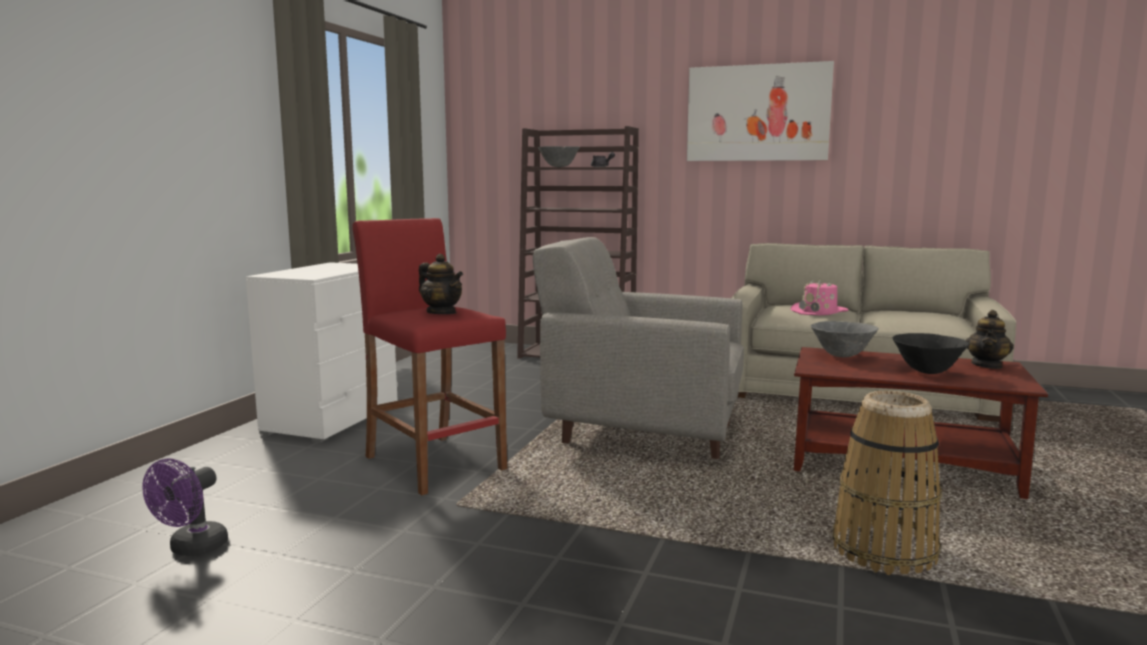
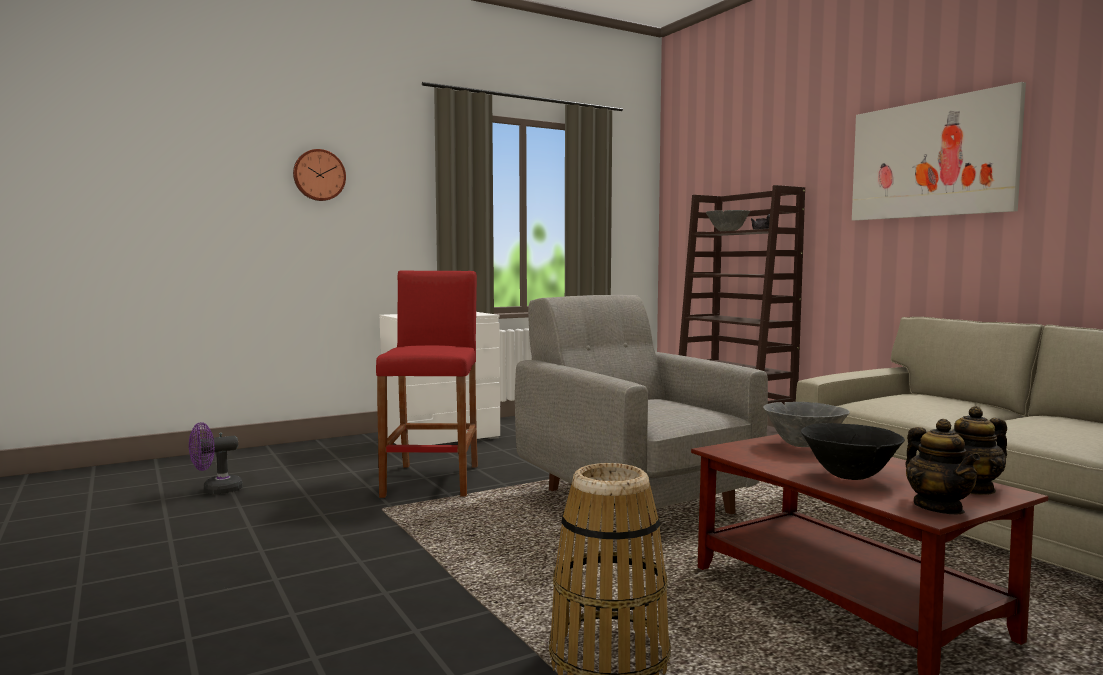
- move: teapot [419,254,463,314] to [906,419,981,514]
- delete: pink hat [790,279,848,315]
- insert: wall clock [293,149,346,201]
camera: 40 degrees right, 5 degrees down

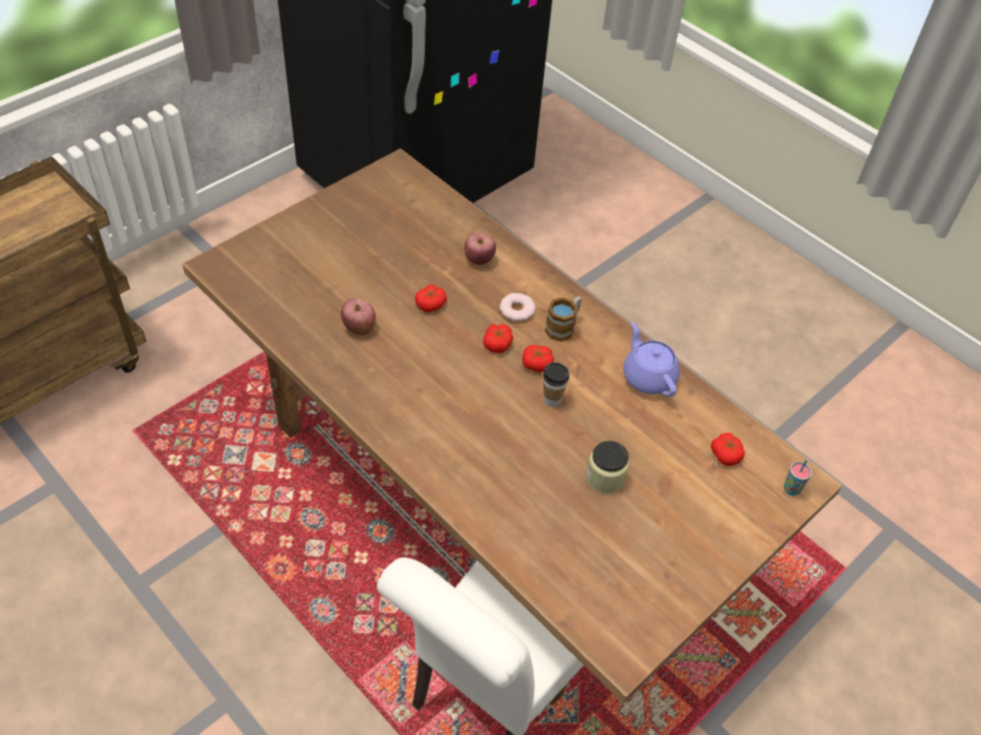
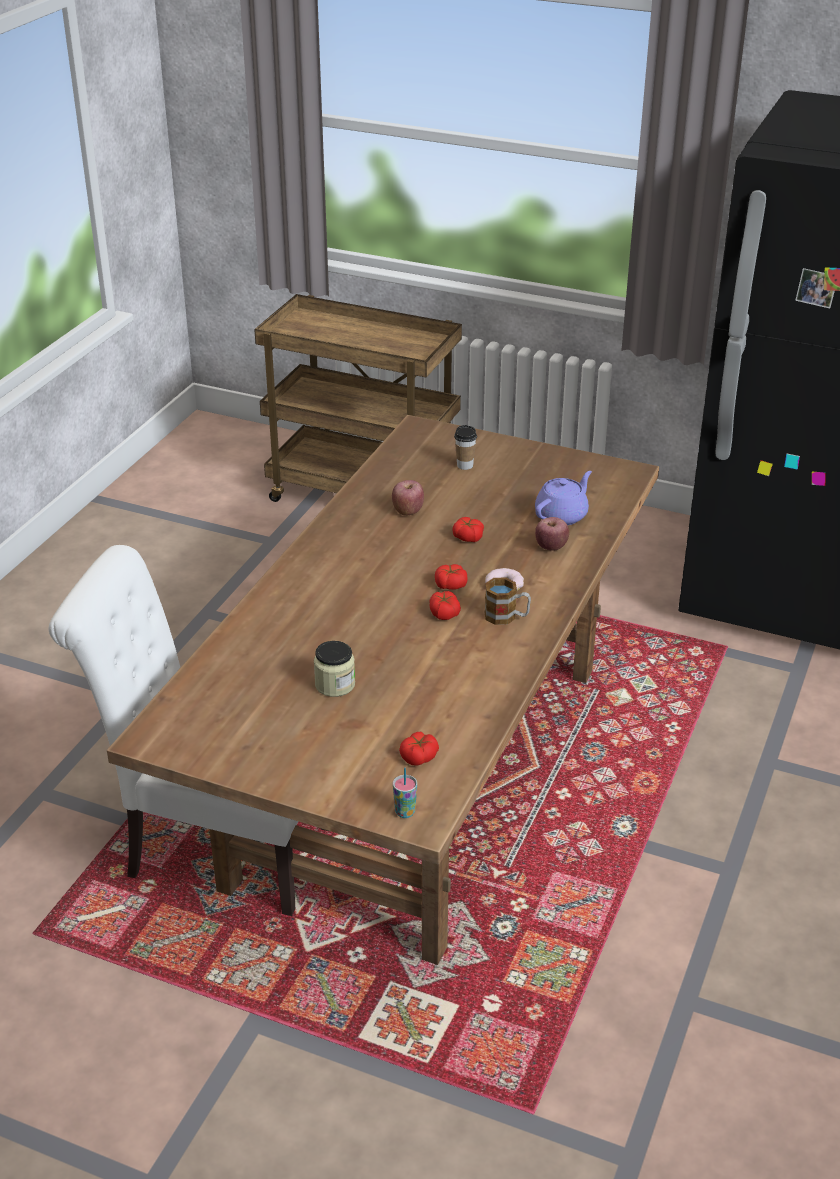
- move: purple teapot [623,322,680,397] to [535,471,592,525]
- move: cup [543,362,569,407] to [454,425,477,470]
camera: 70 degrees right, 15 degrees down

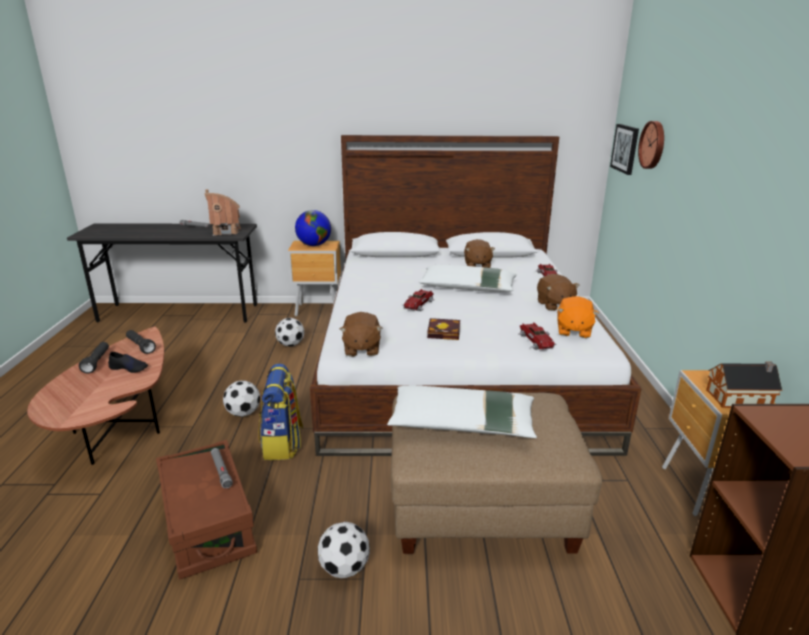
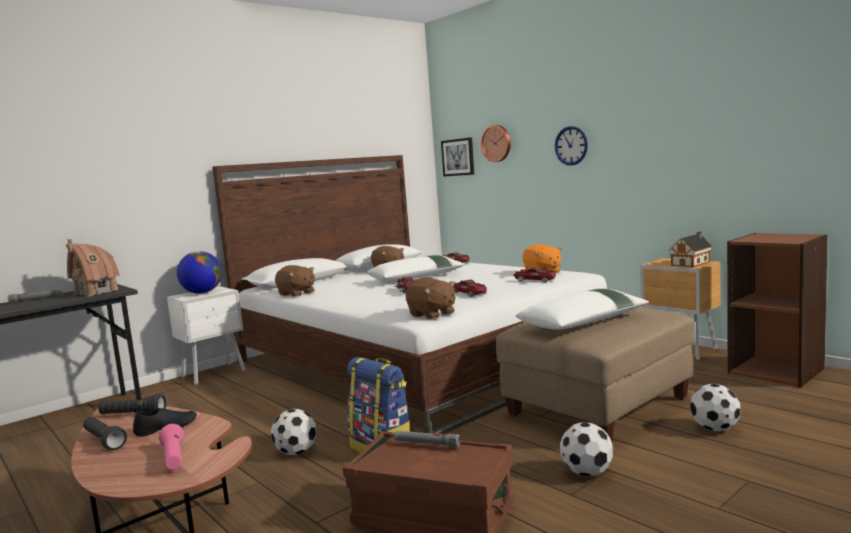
- recolor: brown nightstand [288,241,341,316] to white nightstand [167,287,246,385]
- move: brown plush toy [537,274,580,311] to [275,265,315,297]
- move: football [275,318,304,347] to [690,384,740,431]
- replace: book [427,318,460,340] to toy car [453,279,488,297]
- insert: wall clock [555,126,588,166]
- insert: pink flashlight [159,424,184,470]
camera: 40 degrees left, 15 degrees down

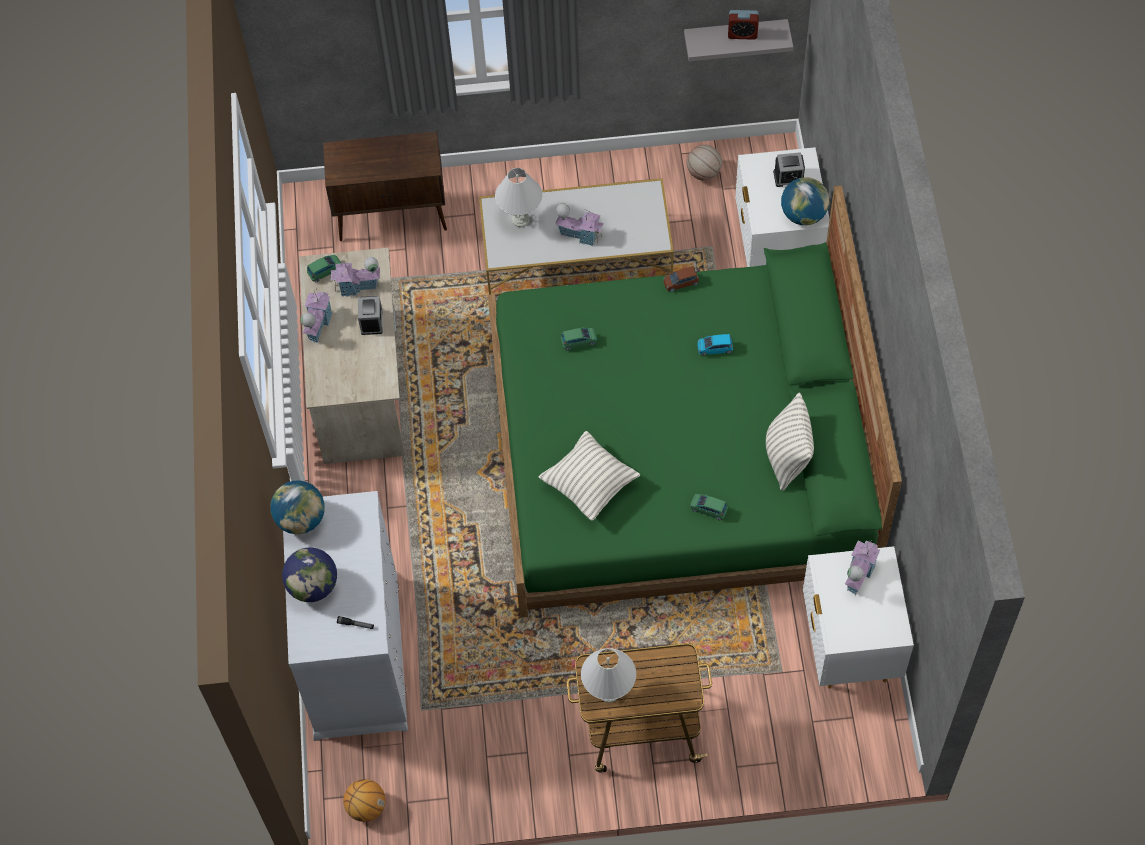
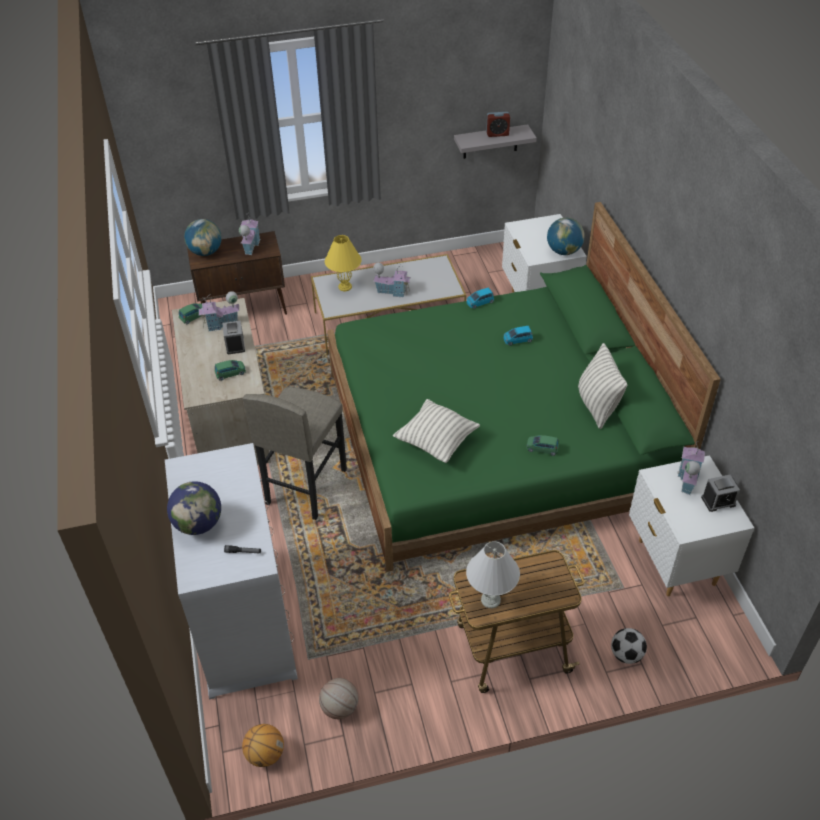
- move: basketball [687,145,722,181] to [319,678,359,719]
- move: alarm clock [773,152,805,187] to [701,475,740,512]
- recolor: white table lamp [495,168,542,227] to yellow table lamp [325,235,362,291]
- recolor: brown toy car [664,266,699,292] to blue toy car [467,287,494,309]
- move: toy house [301,288,333,343] to [239,213,260,255]
- move: green toy car [561,327,597,350] to [215,360,246,381]
- move: globe [270,480,325,534] to [184,219,221,256]
- insert: grey stool [243,387,347,520]
- insert: football [611,628,647,664]
camera: 10 degrees left, 15 degrees down

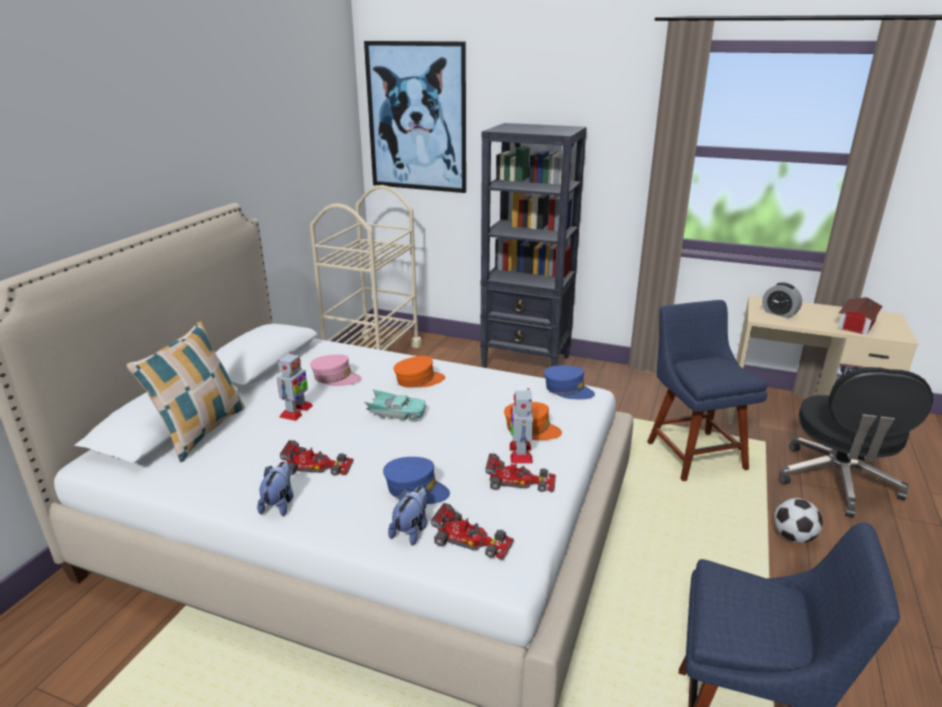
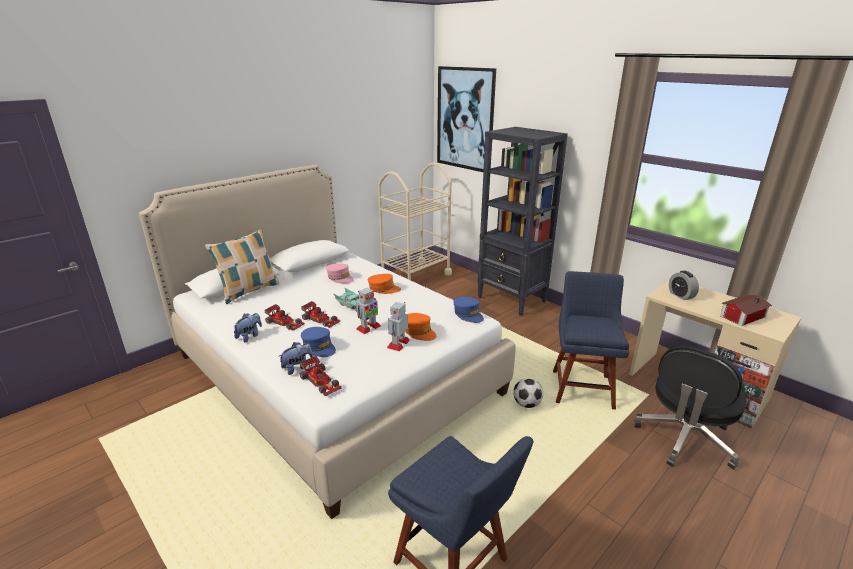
- move: toy robot [277,351,313,421] to [356,287,381,334]
- move: toy car [486,453,556,492] to [301,301,340,328]
- move: football [774,498,823,543] to [513,378,543,408]
camera: 25 degrees right, 0 degrees up

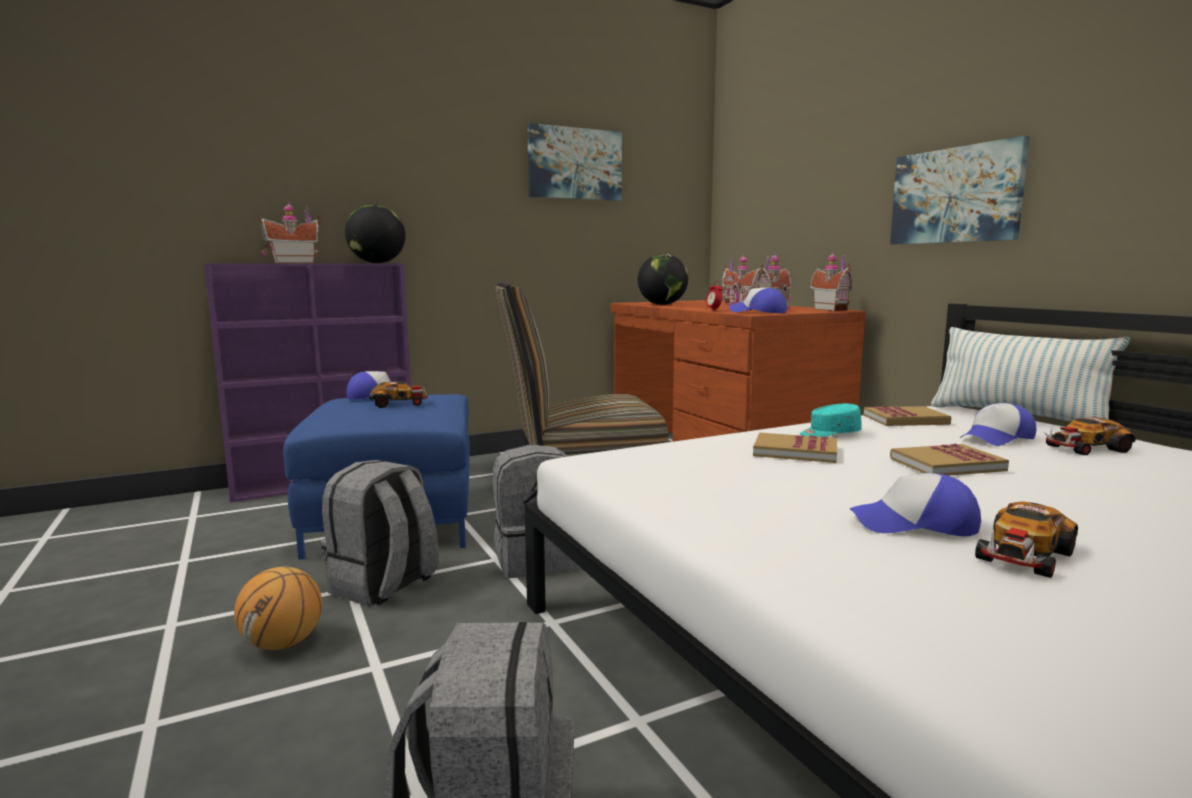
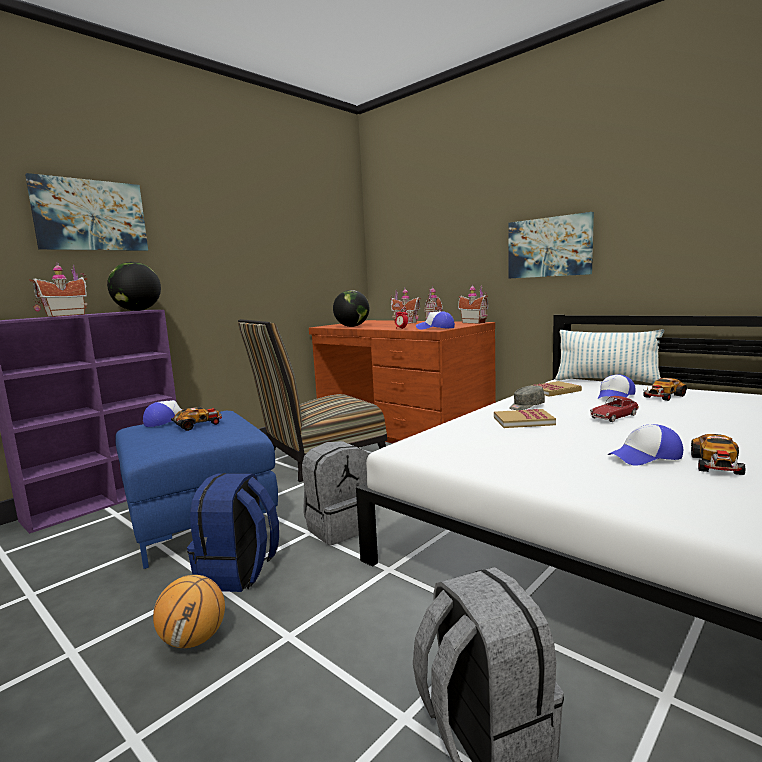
- move: picture [527,123,622,201] to [25,173,148,251]
- recolor: turquoise cap [800,404,862,437] to grey cap [509,385,545,410]
- replace: book [890,444,1009,476] to toy car [590,396,639,422]
- recolor: grey backpack [321,460,439,607] to blue backpack [187,473,279,592]
camera: 20 degrees left, 0 degrees up

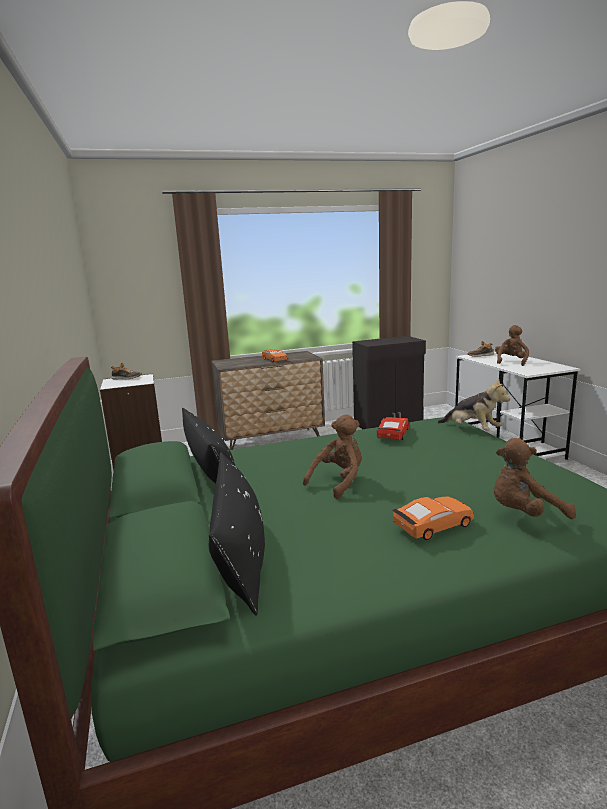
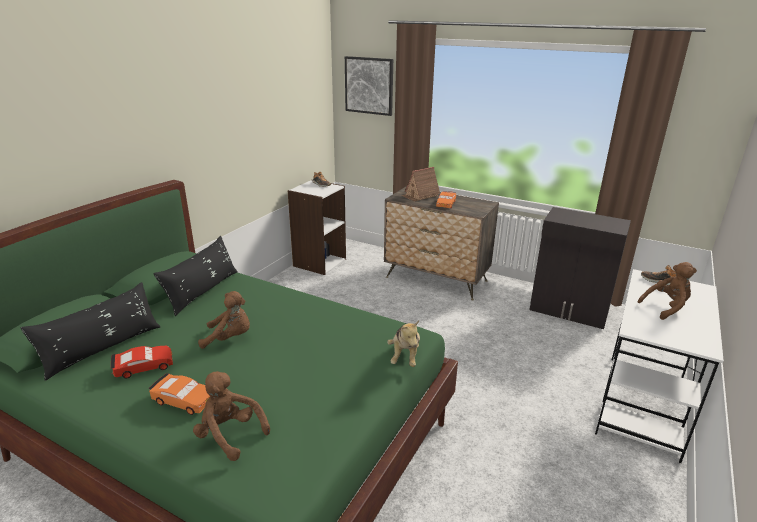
- move: red toy car [377,417,409,440] to [111,346,173,378]
- insert: picture [345,56,393,116]
- insert: toy house [401,167,440,202]
camera: 45 degrees right, 10 degrees up

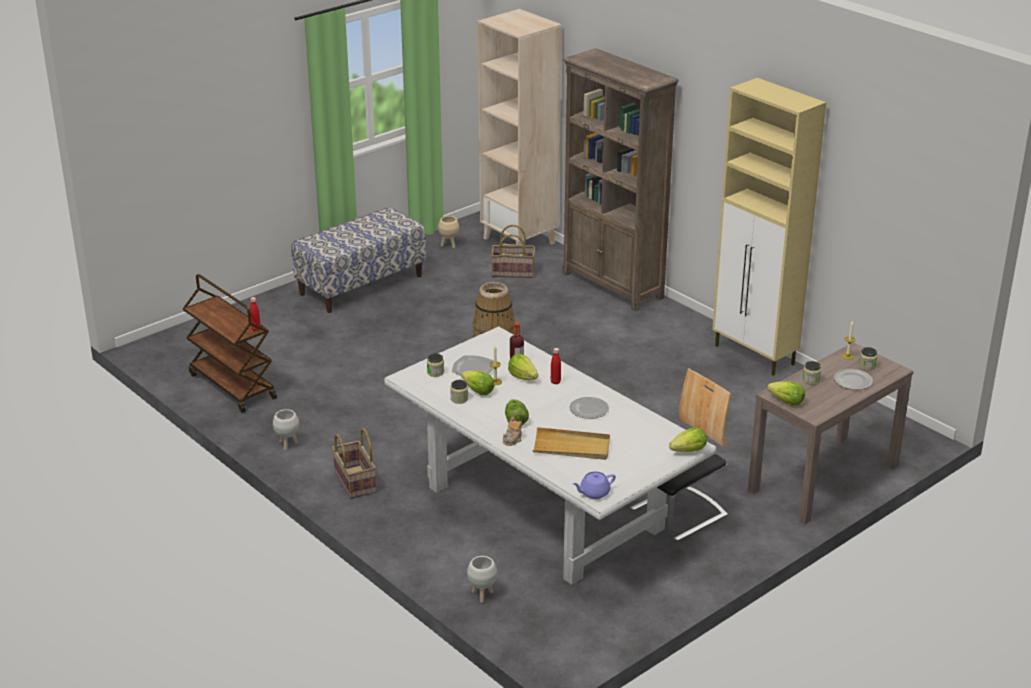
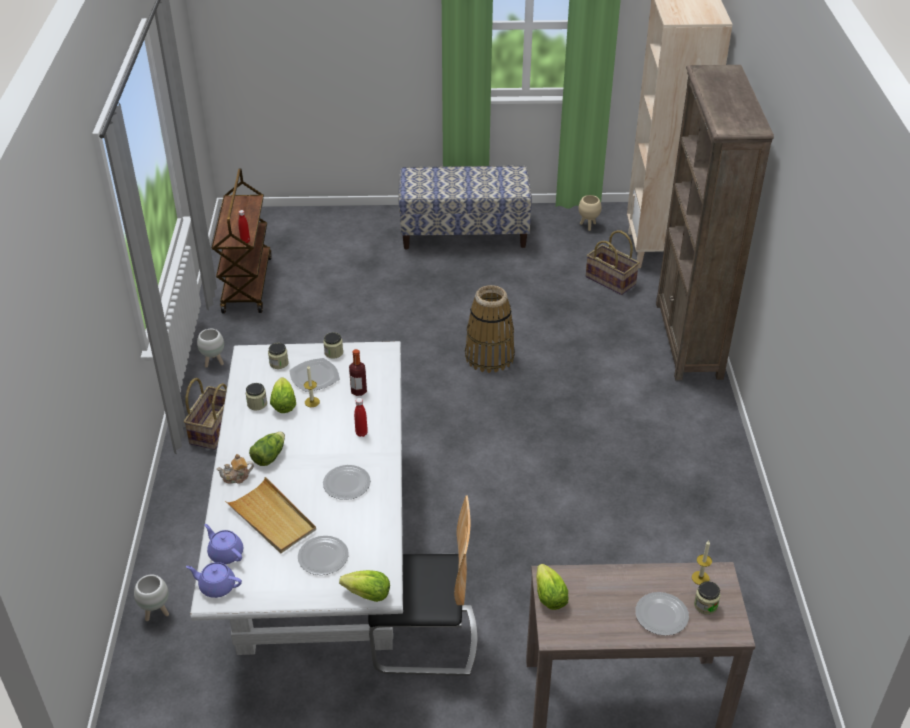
- delete: beige cabinet [712,78,826,376]
- delete: lettuce [508,354,538,380]
- move: jar [802,361,821,385] to [323,332,343,359]
- insert: purple teapot [205,524,243,564]
- insert: plate [298,536,349,575]
camera: 40 degrees right, 10 degrees up

